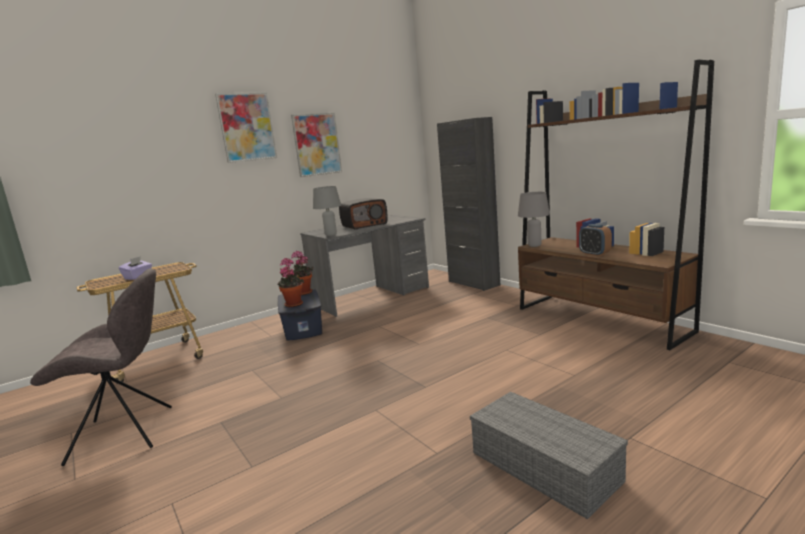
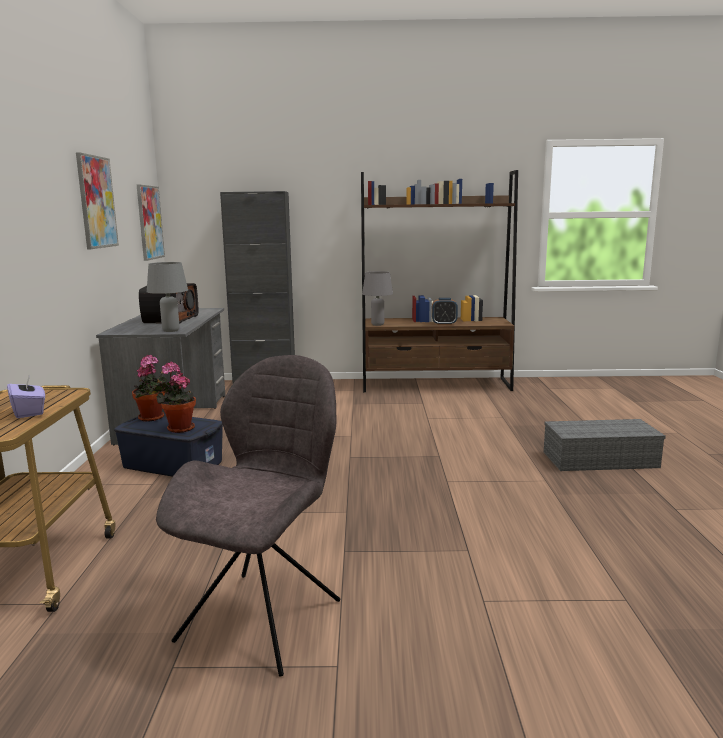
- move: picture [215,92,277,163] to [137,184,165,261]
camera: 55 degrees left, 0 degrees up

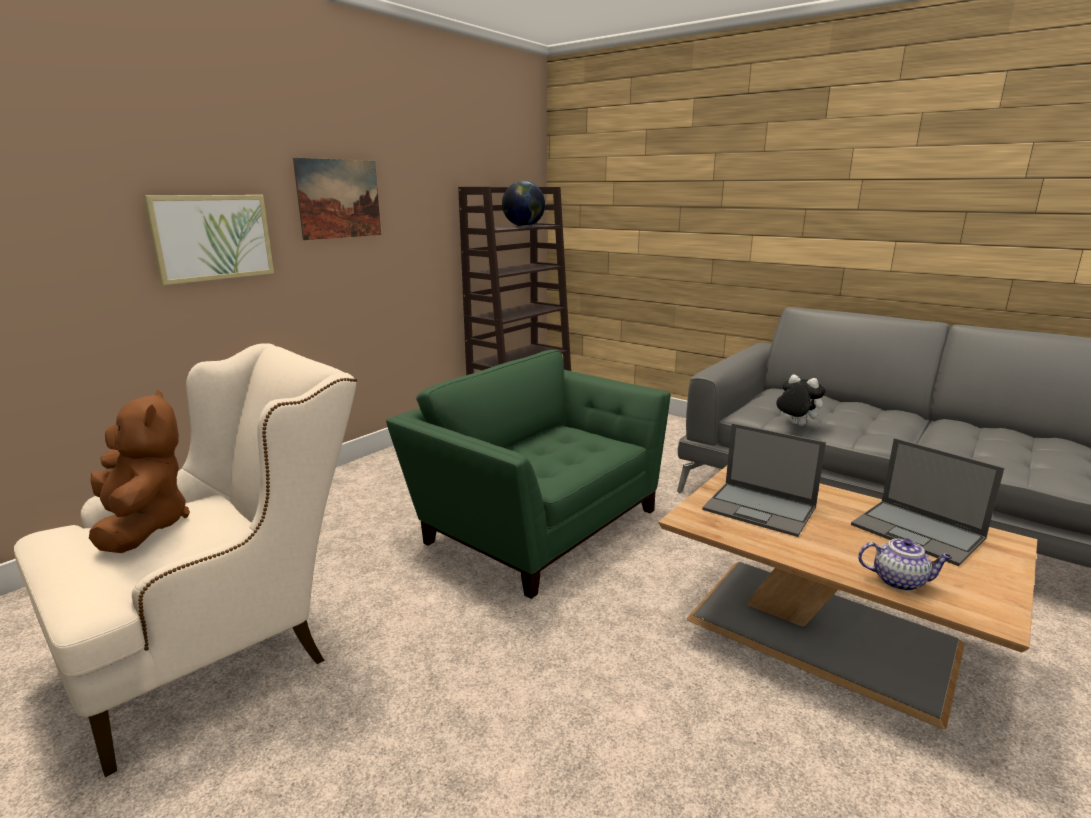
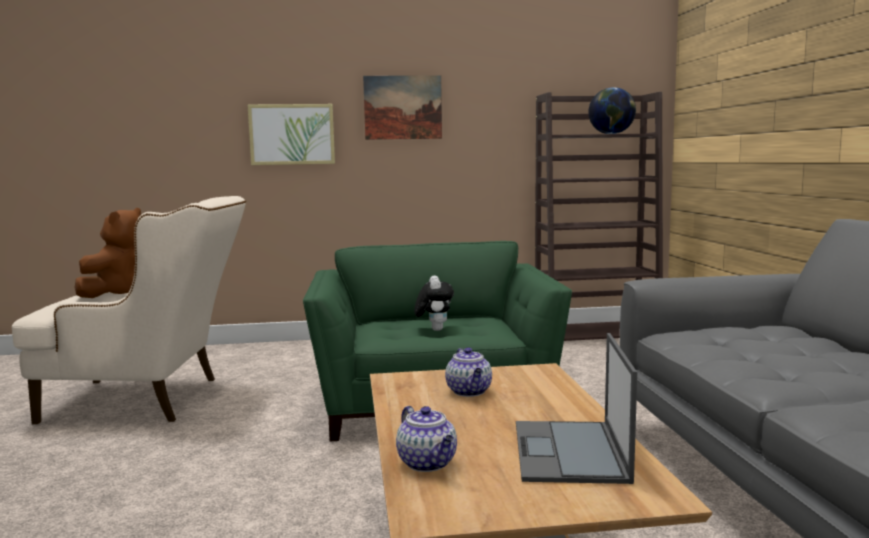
- move: plush toy [775,374,826,426] to [414,275,454,331]
- replace: laptop [702,423,826,537] to teapot [445,347,492,397]
camera: 45 degrees right, 10 degrees down

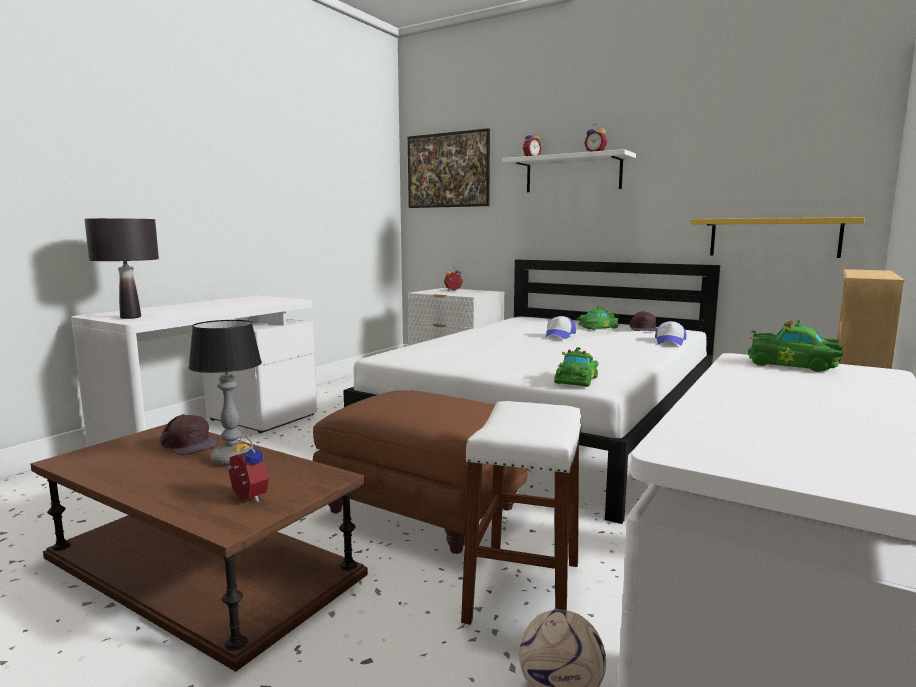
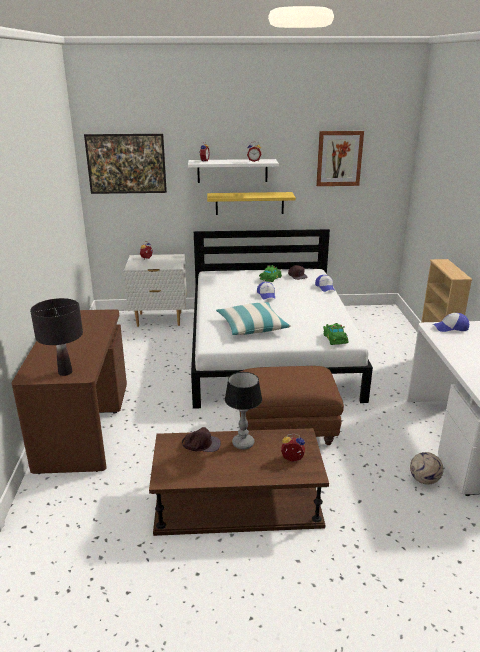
- move: yellow shelf [691,217,865,258] to [207,192,296,215]
- recolor: white desk [71,296,317,447] to brown desk [12,309,127,474]
- replace: green toy car [748,320,843,372] to cap [433,313,469,332]
- delete: white stool [461,401,582,625]
- insert: picture [316,131,364,186]
- insert: pillow [216,302,291,335]
camera: 35 degrees left, 15 degrees up

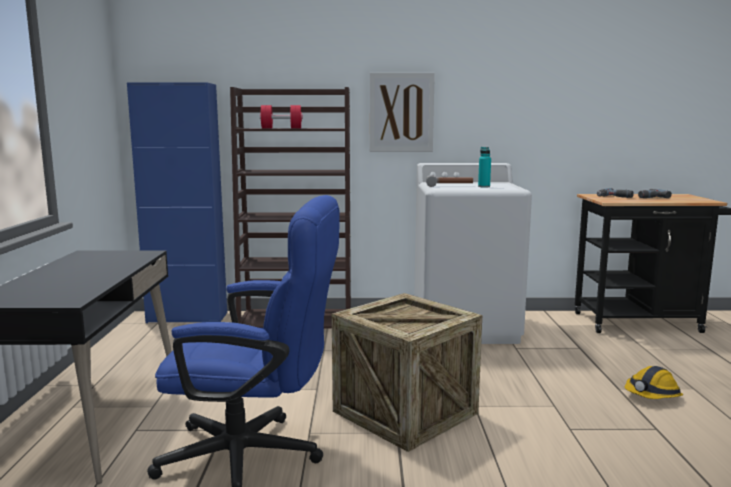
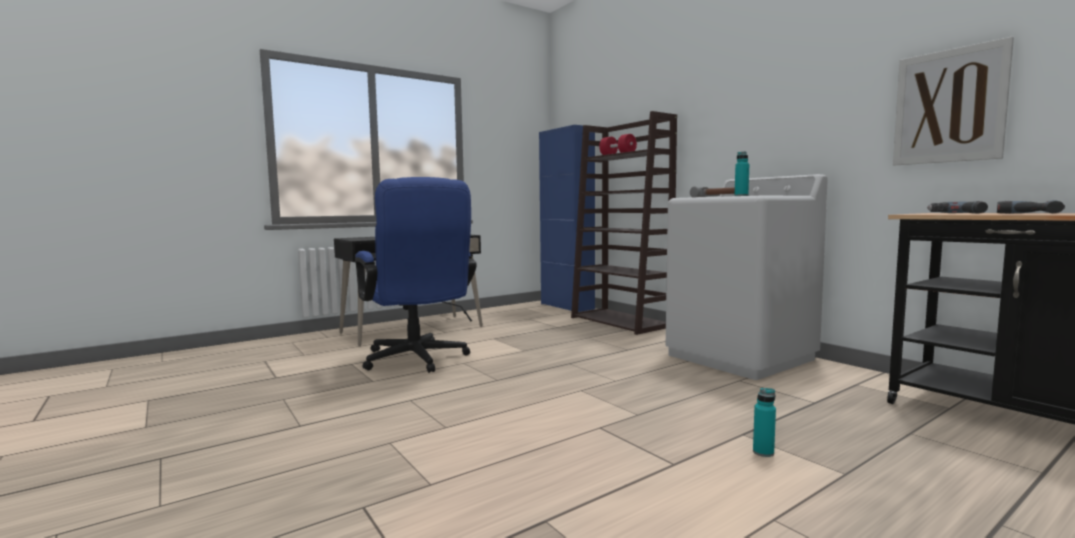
- move: picture [370,73,435,152] to [893,36,1014,166]
- delete: crate [332,293,482,452]
- replace: hard hat [625,366,683,399] to turquoise bottle [753,388,776,457]
camera: 55 degrees right, 5 degrees down

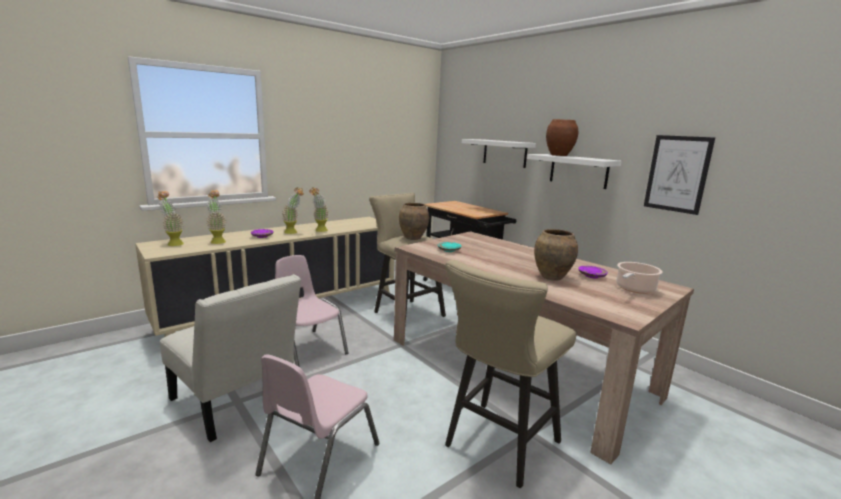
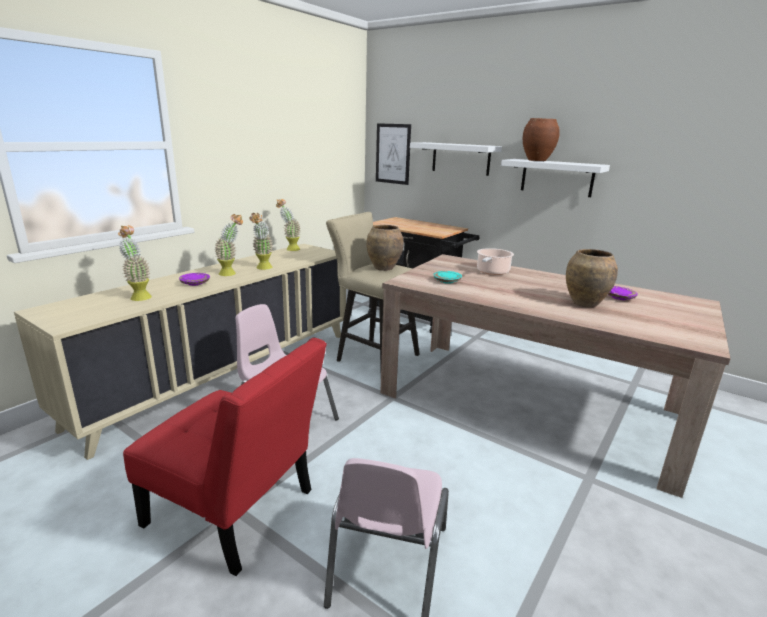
- move: picture [644,135,715,215] to [376,123,411,185]
- move: potted plant [157,191,184,246] to [276,199,300,251]
- delete: beige stool [445,260,576,489]
- move: cooking pot [617,262,663,294] to [477,248,514,275]
- recolor: white chair [160,274,301,442] to red chair [123,338,327,576]
camera: 15 degrees left, 5 degrees up

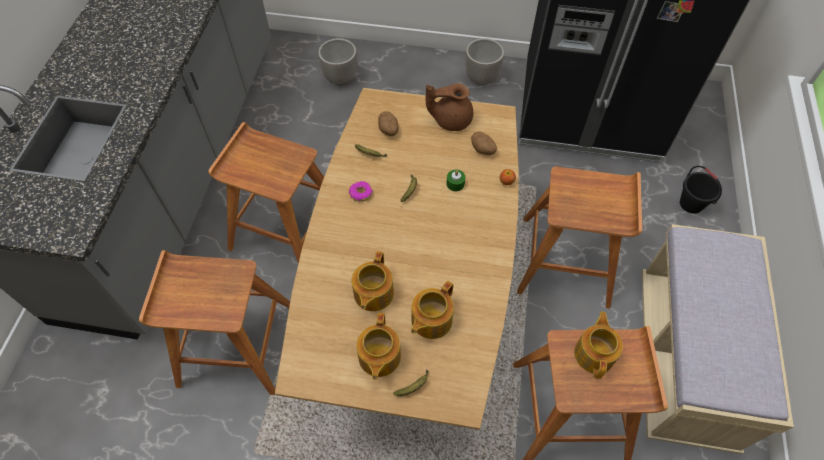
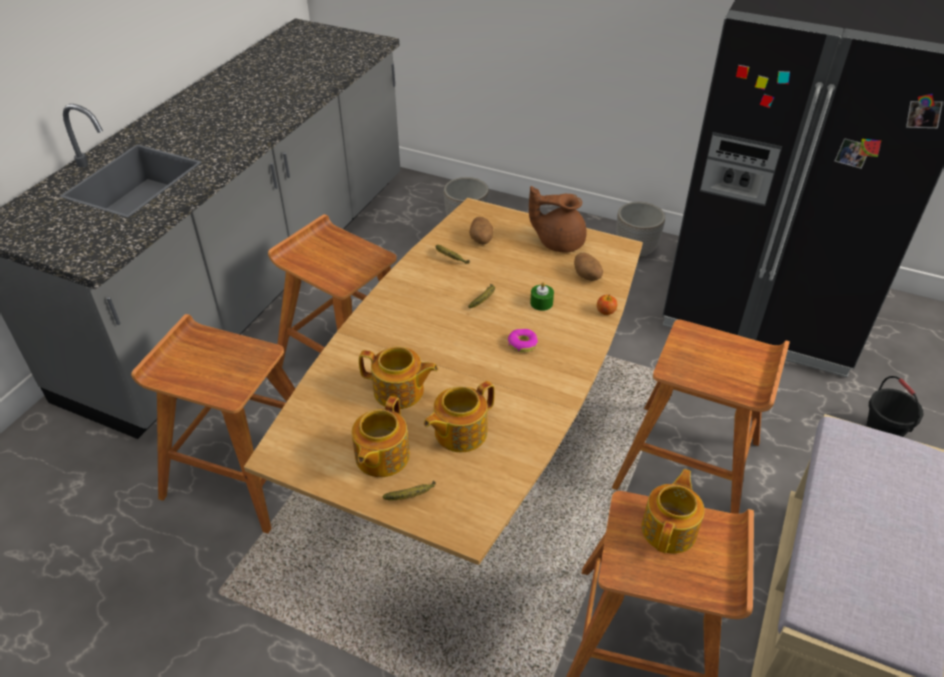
- move: donut [349,181,372,202] to [508,329,538,353]
- rotate: teapot [352,251,394,311] = [359,347,438,409] 105 degrees counterclockwise
camera: 15 degrees right, 15 degrees down

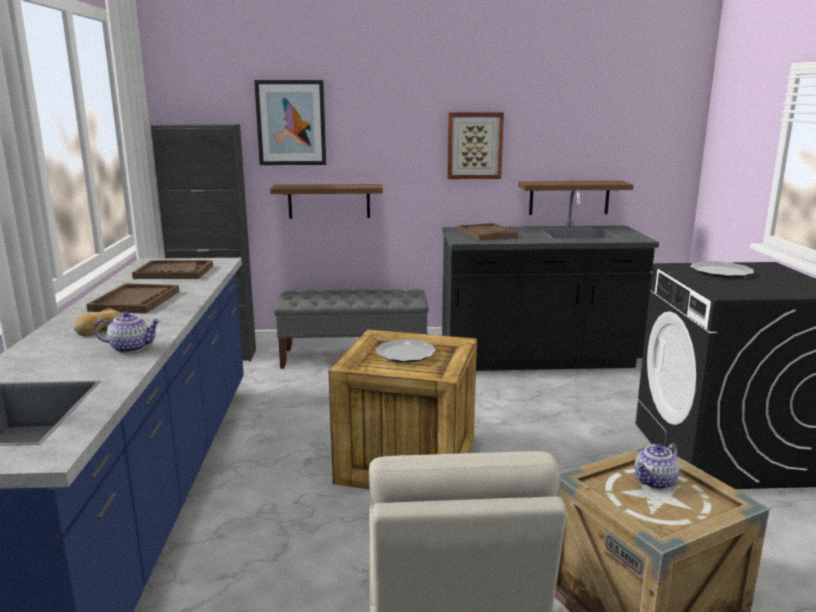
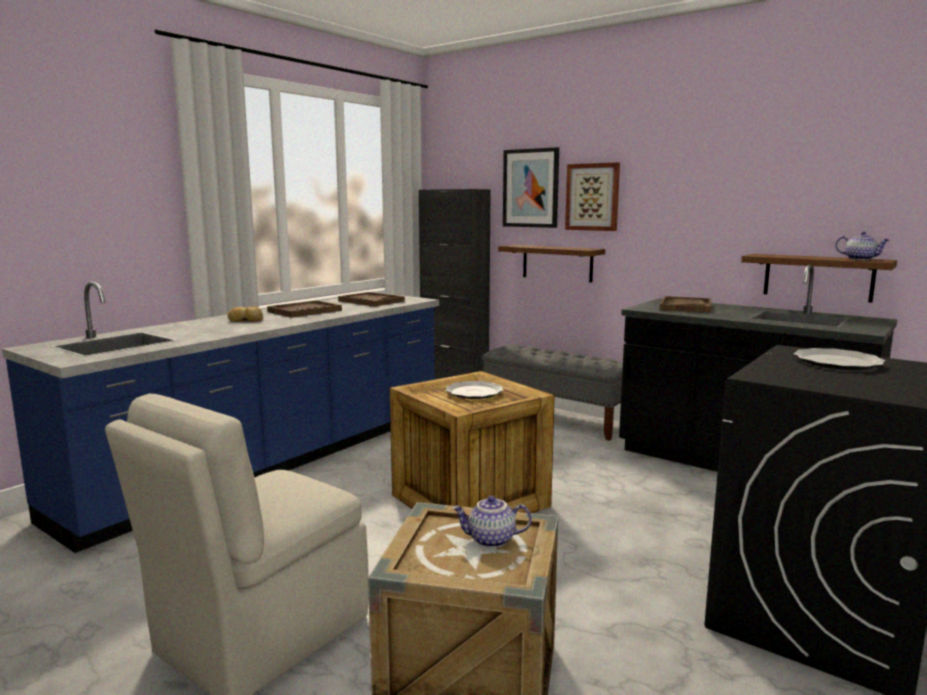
- move: picture [447,112,504,179] to [565,162,620,231]
- move: teapot [94,312,161,353] to [835,232,889,260]
camera: 40 degrees right, 5 degrees down

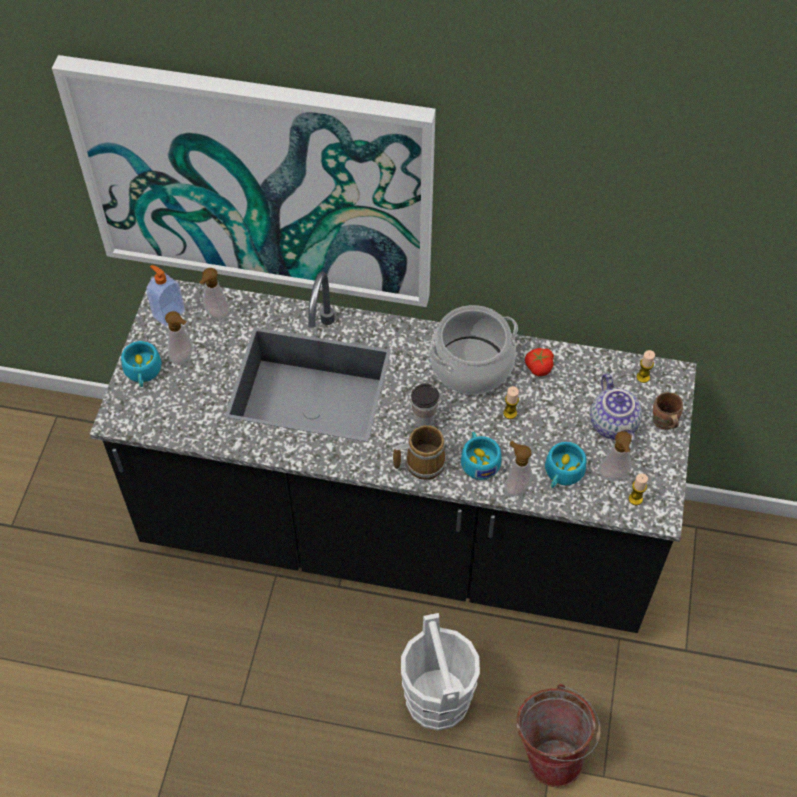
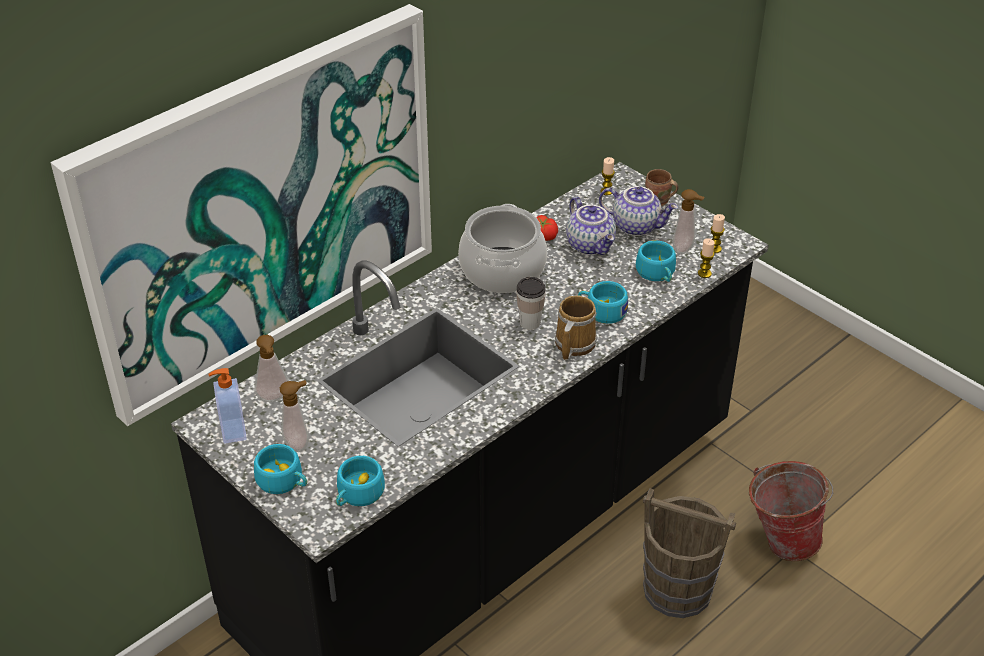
- move: candle [503,386,519,419] to [698,238,715,278]
- delete: soap dispenser [505,441,532,497]
- recolor: white bucket [401,613,480,731] to brown bucket [643,488,736,618]
- insert: teapot [566,197,616,255]
- insert: turquoise cup [336,456,385,506]
camera: 55 degrees left, 15 degrees down

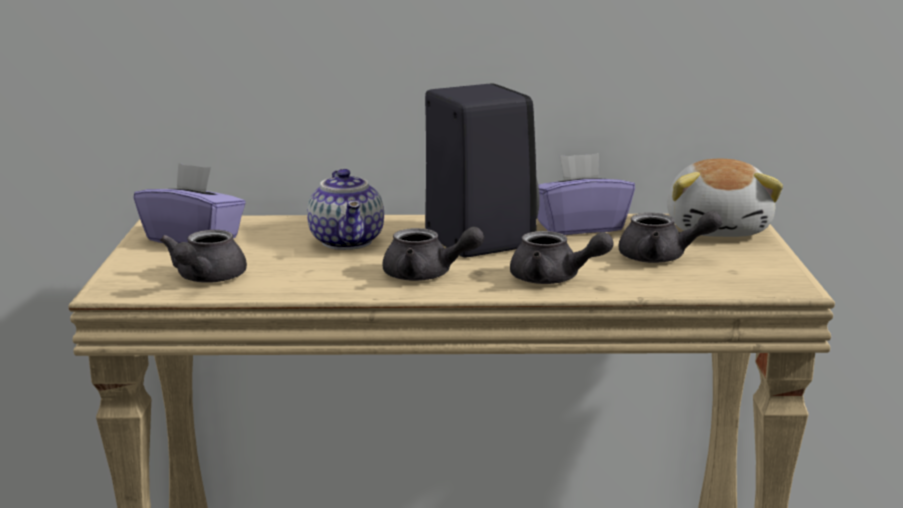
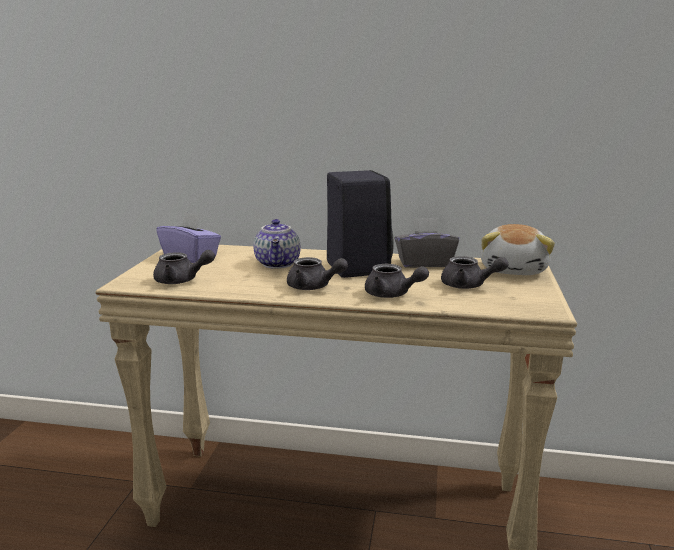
- recolor: purple tissue box [537,153,635,235] to grey tissue box [394,217,459,268]
- rotate: grey teapot [160,230,247,283] = [153,250,215,284] 105 degrees counterclockwise
camera: 10 degrees right, 0 degrees up

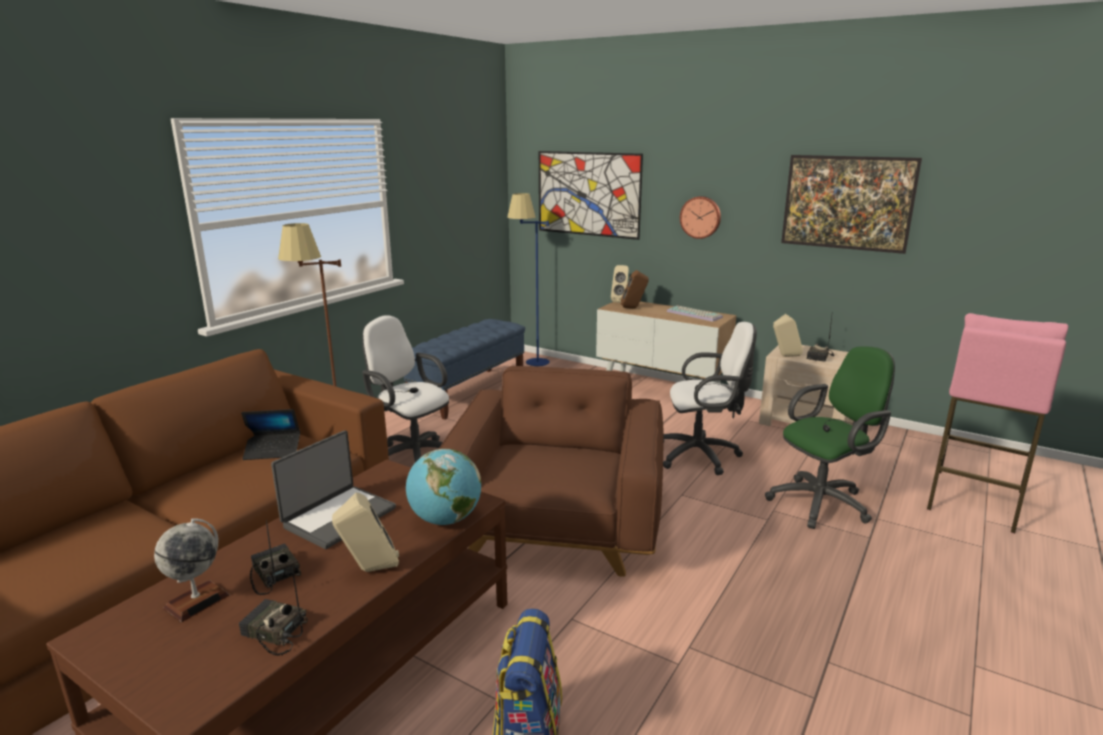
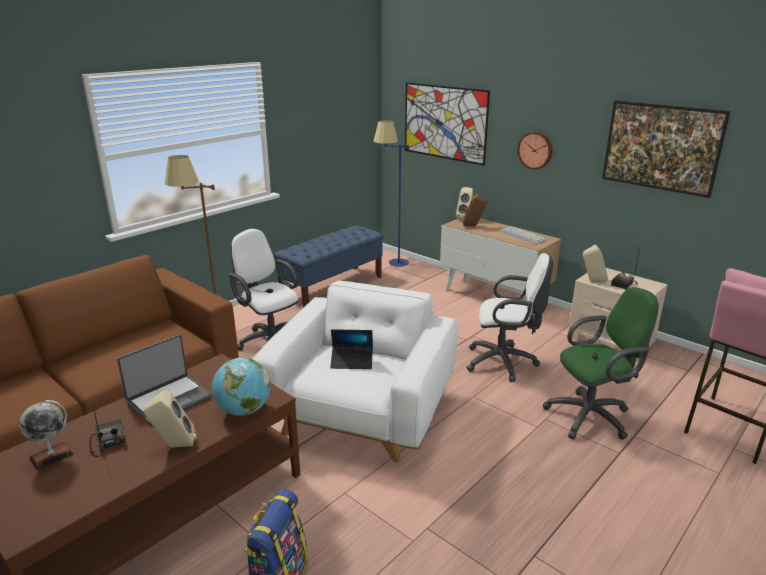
- recolor: brown armchair [439,366,664,577] to white armchair [252,280,458,463]
- move: laptop [241,409,300,460] to [330,329,373,369]
- delete: radio [239,565,308,656]
camera: 10 degrees right, 5 degrees up

